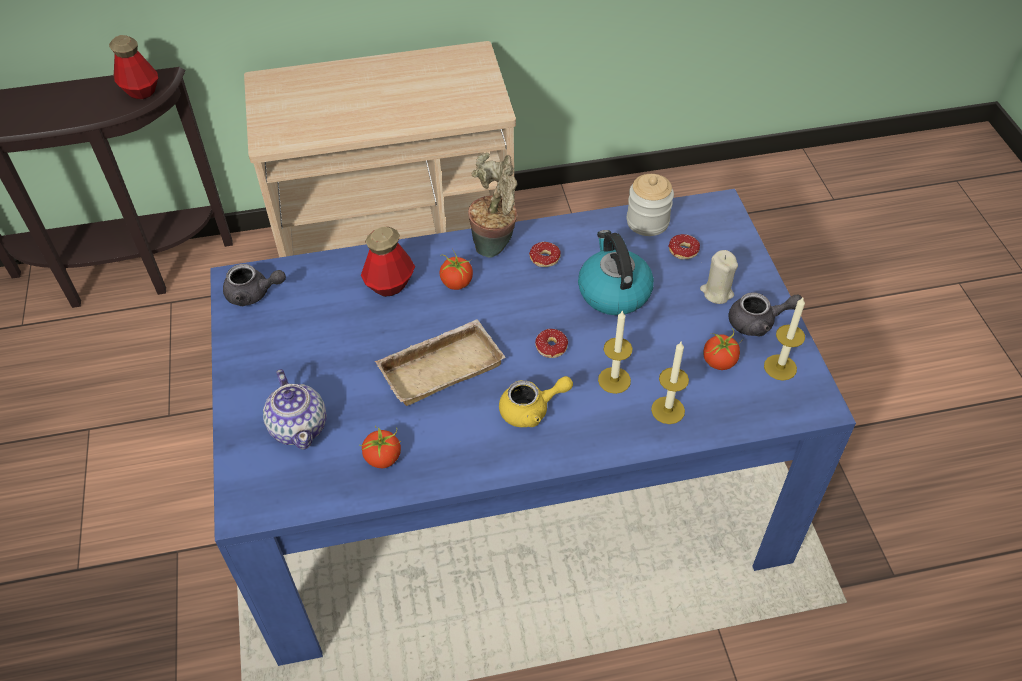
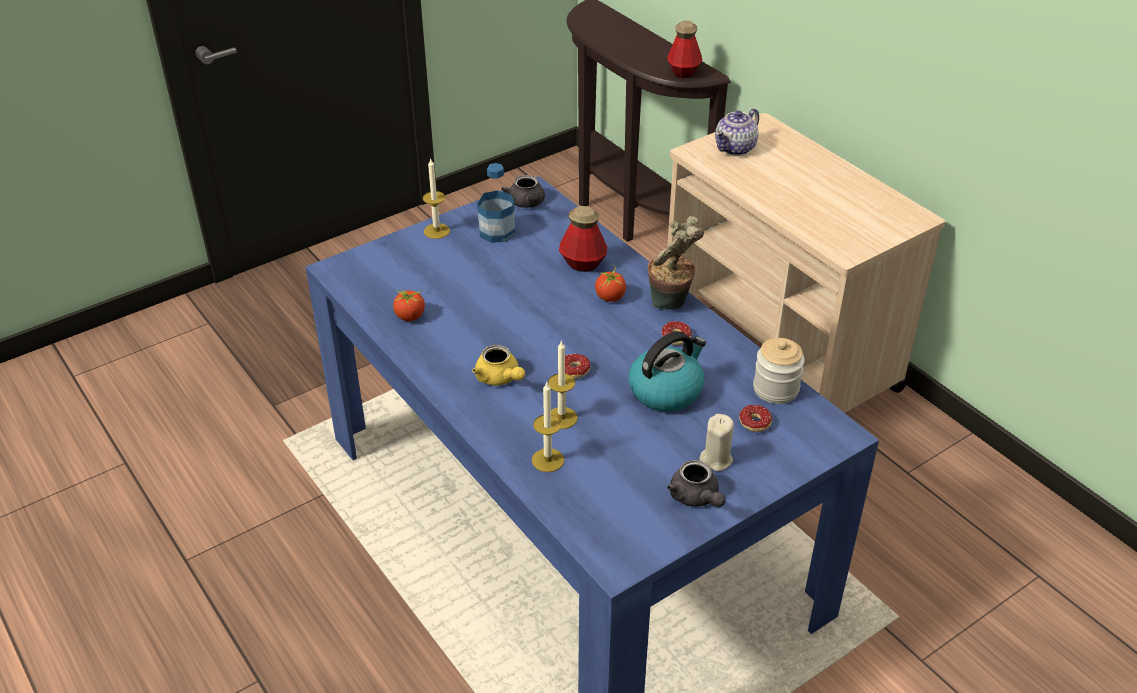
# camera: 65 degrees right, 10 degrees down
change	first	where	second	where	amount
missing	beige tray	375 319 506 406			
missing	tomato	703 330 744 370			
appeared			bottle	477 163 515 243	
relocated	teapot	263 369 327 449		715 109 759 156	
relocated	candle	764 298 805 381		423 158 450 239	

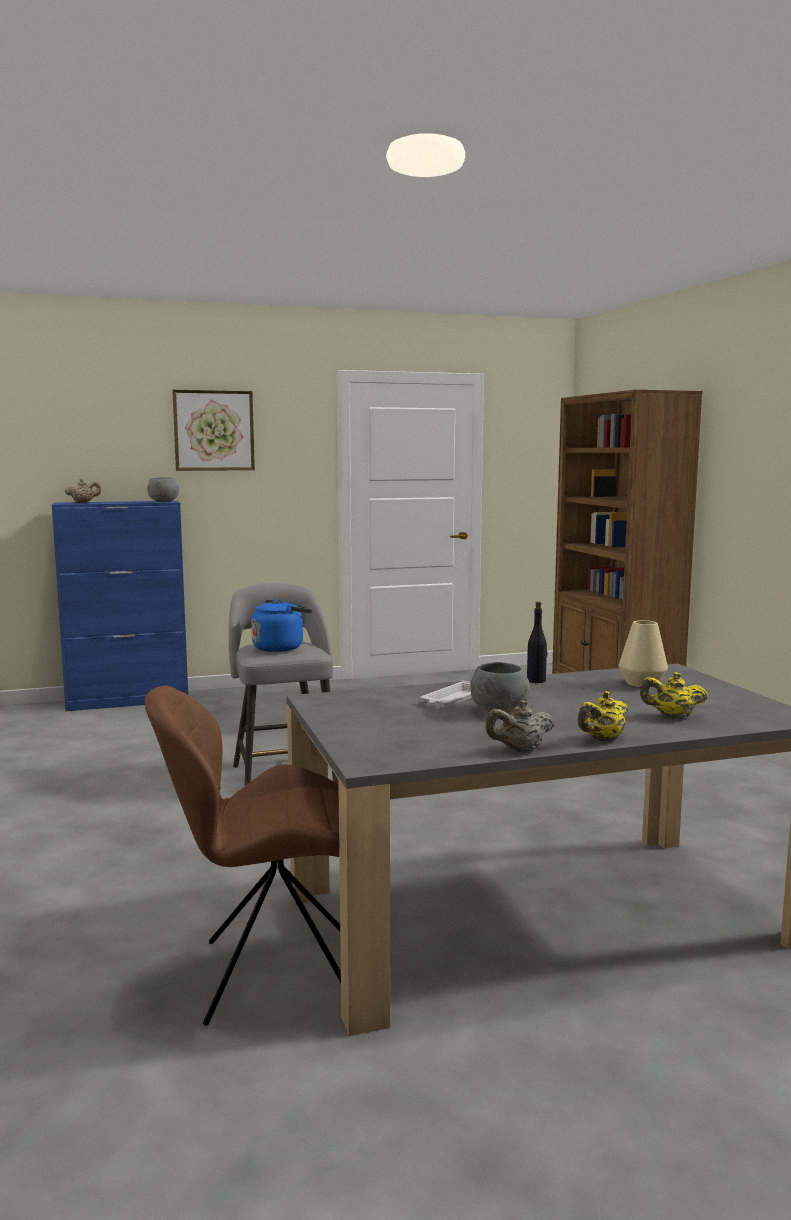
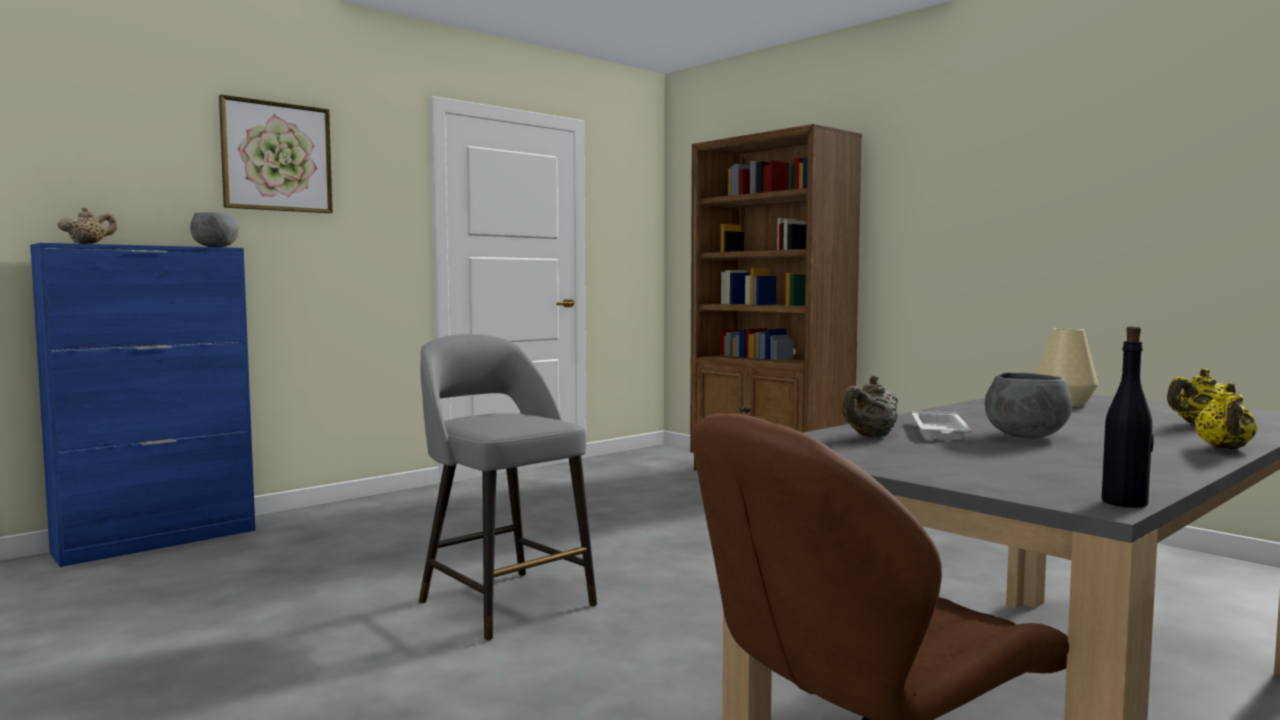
# camera: 25 degrees left, 5 degrees down
change	first	where	second	where	amount
missing	blue kettle	251 599 312 652			
relocated	beige teapot	485 700 555 752		842 375 898 437	
relocated	black bottle	527 602 547 683		1102 326 1154 508	

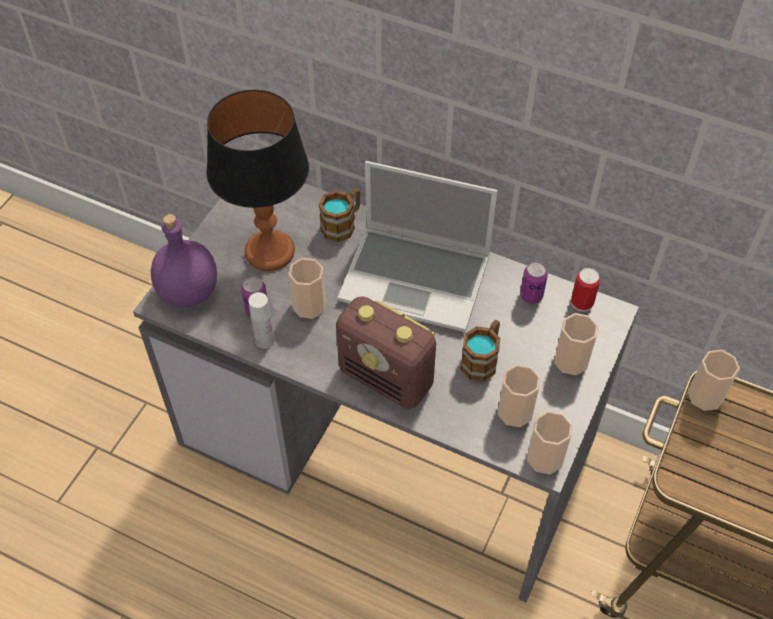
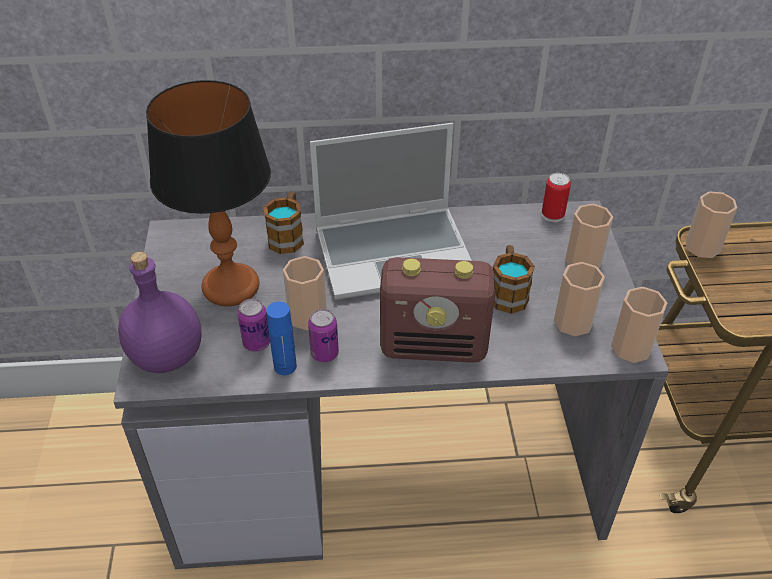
# camera: 30 degrees left, 10 degrees down
change	first	where	second	where	amount
relocated	can	520 261 548 304		308 309 339 362	
colour	white bottle	248 292 275 349	blue bottle	266 302 297 375	

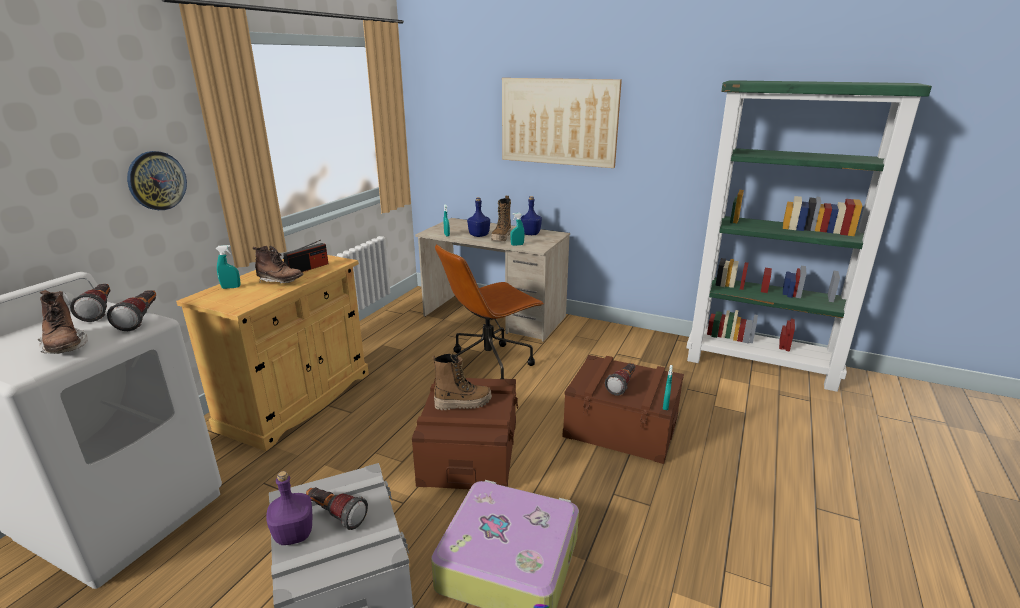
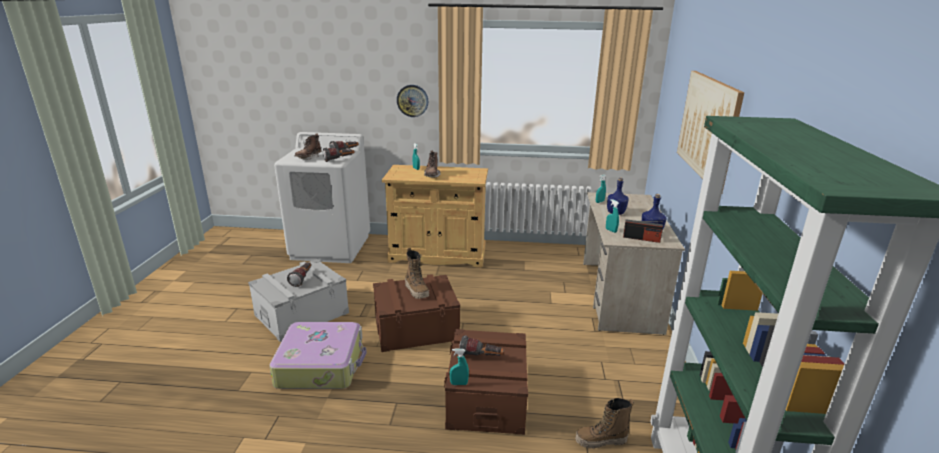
# camera: 70 degrees right, 0 degrees up
change	first	where	second	where	amount
missing	purple bottle	266 471 312 545			
missing	brown office chair	435 244 544 379			
relocated	radio	283 240 328 272		623 219 663 243	
relocated	boot	491 196 511 241		575 398 634 449	

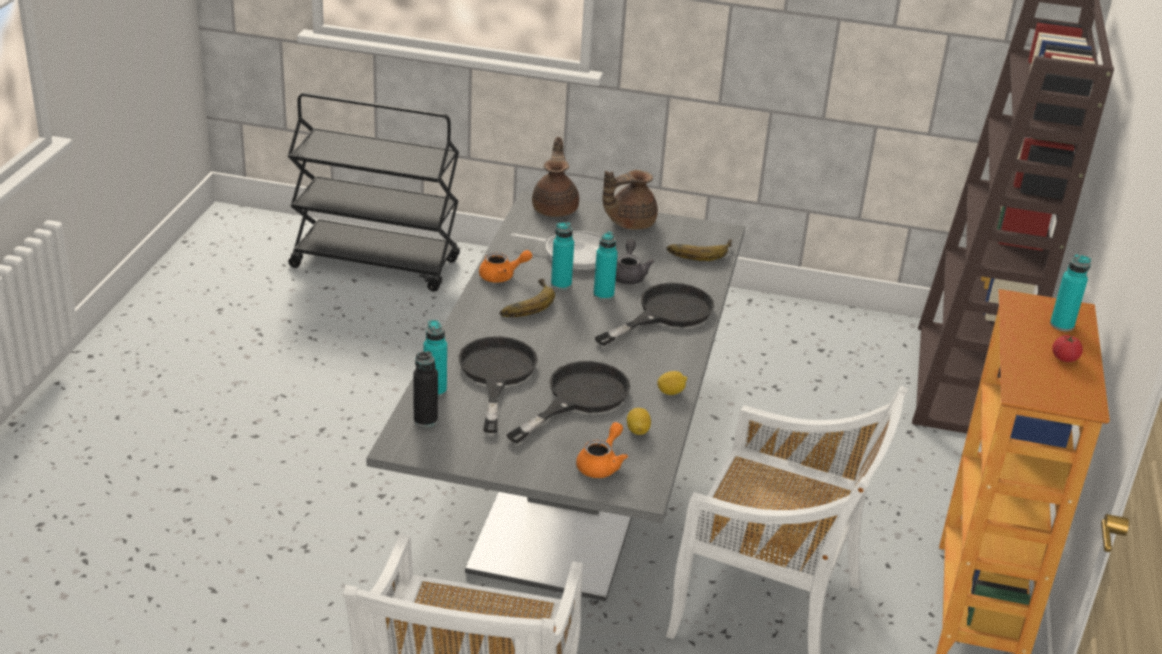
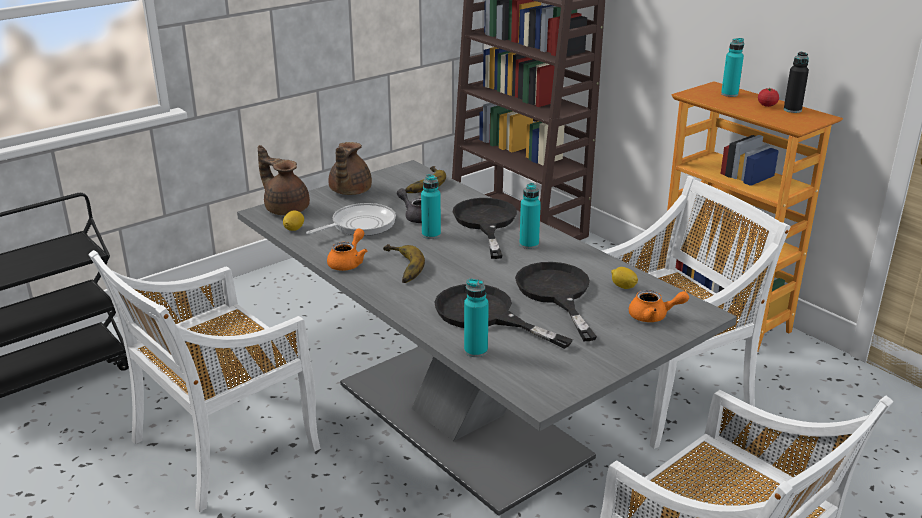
# camera: 50 degrees left, 5 degrees down
change	first	where	second	where	amount
appeared			white chair	88 250 321 512	
relocated	black bottle	413 351 438 427		784 52 809 113	
relocated	turquoise bottle	551 222 574 290		519 183 541 249	
relocated	lemon	657 371 687 395		283 210 304 231	
spun	orange teapot	576 422 628 478		629 290 689 322	120 degrees clockwise

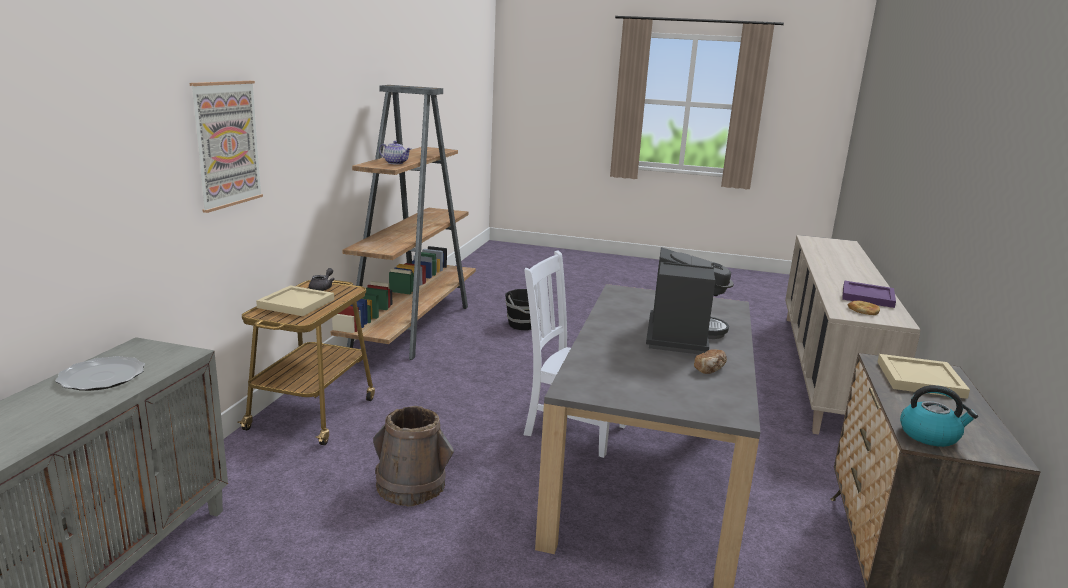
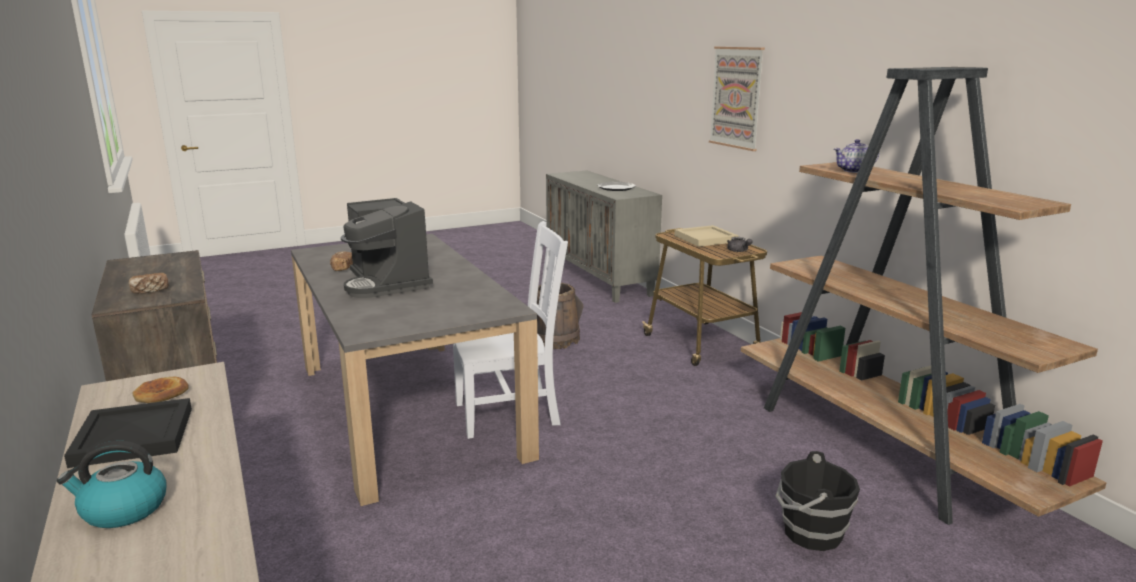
# camera: 140 degrees right, 0 degrees up
change	first	where	second	where	amount
relocated	kettle	900 385 978 447		57 441 167 528	
exchanged	beige tray	878 354 970 399	bread	129 273 169 294	
colour	purple tray	842 281 896 308	black tray	64 398 192 468	

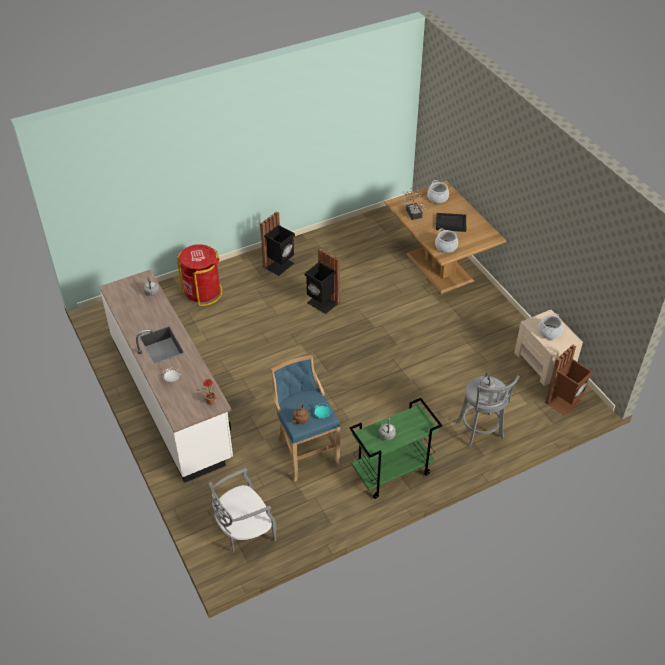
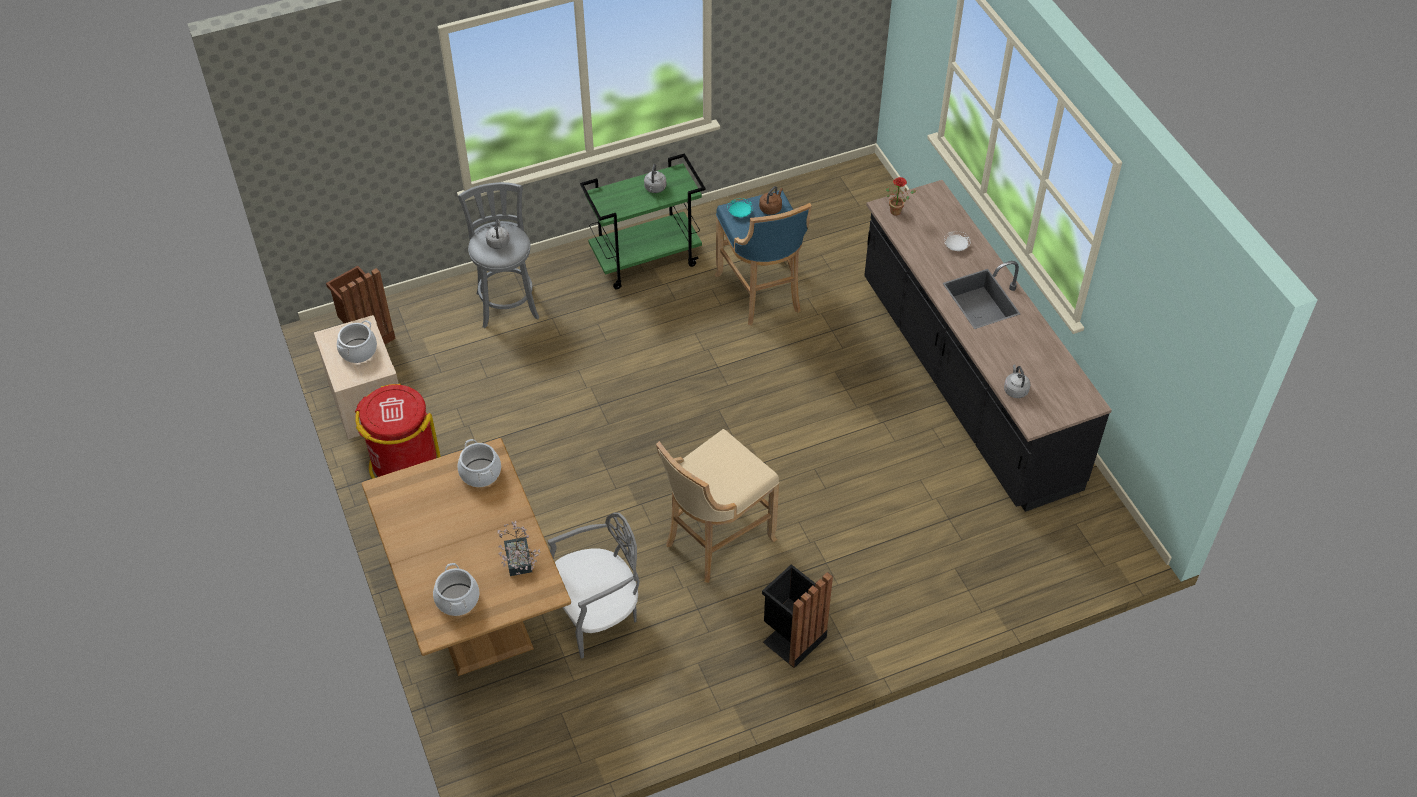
# camera: 175 degrees left, 5 degrees up
change	first	where	second	where	amount
missing	black tray	436 213 466 232			
relocated	red trash can	176 244 223 306		355 384 441 479	
relocated	grey chair	208 468 276 552		548 513 640 659	
exchanged	black trash can	305 248 340 314	beige stool	656 429 779 583	
colour	white counter	99 269 233 483	black counter	864 180 1112 512	

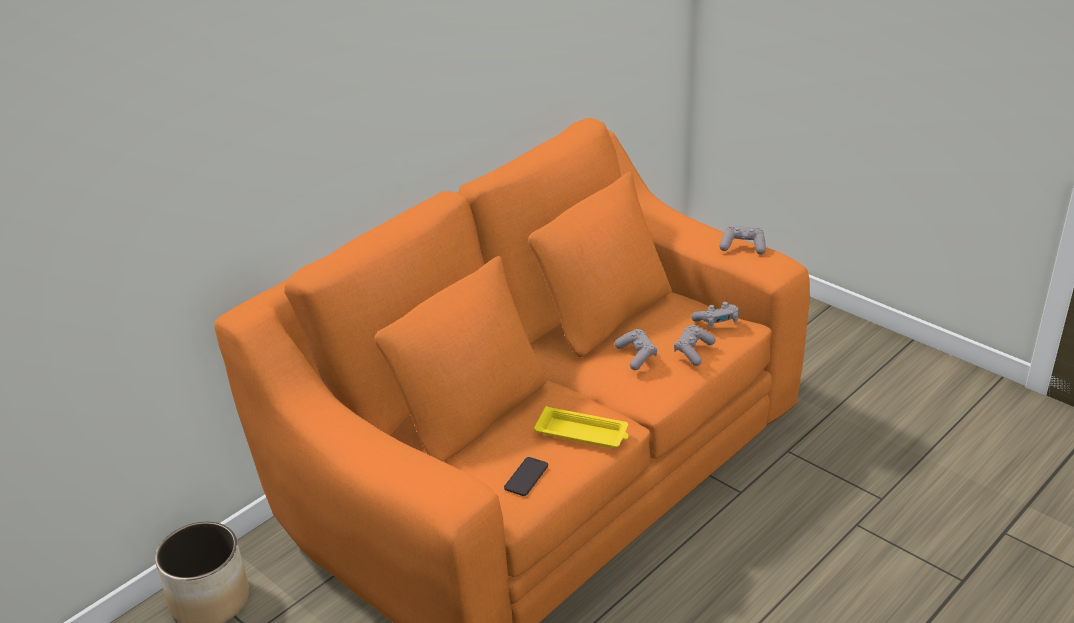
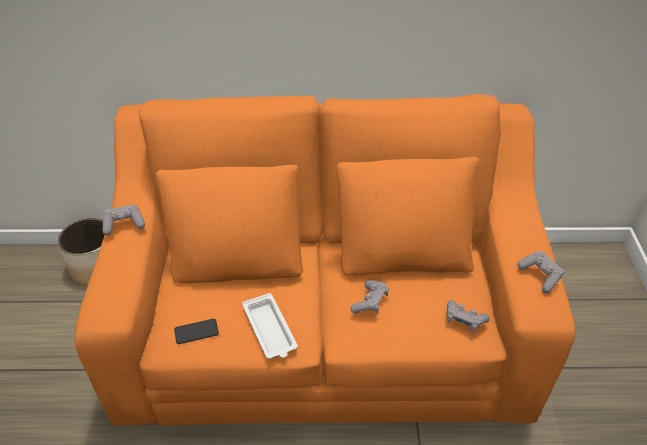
# camera: 45 degrees right, 10 degrees up
change	first	where	second	where	amount
relocated	grey game controller	674 325 715 366		103 205 145 235	
colour	yellow tray	534 406 629 448	white tray	242 293 298 359	

